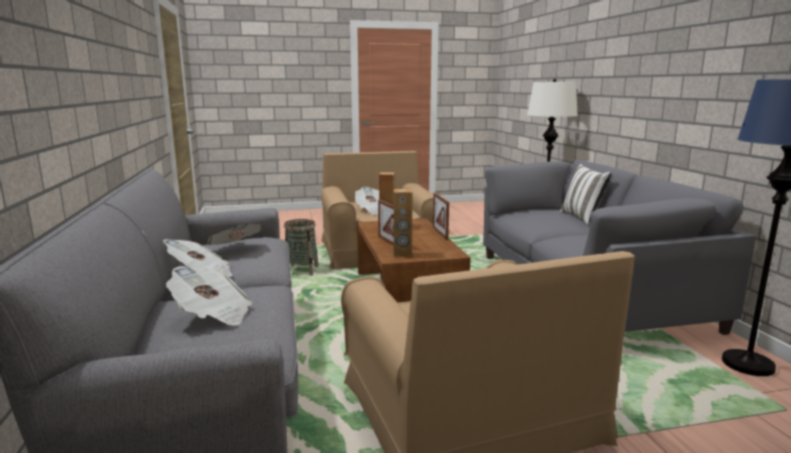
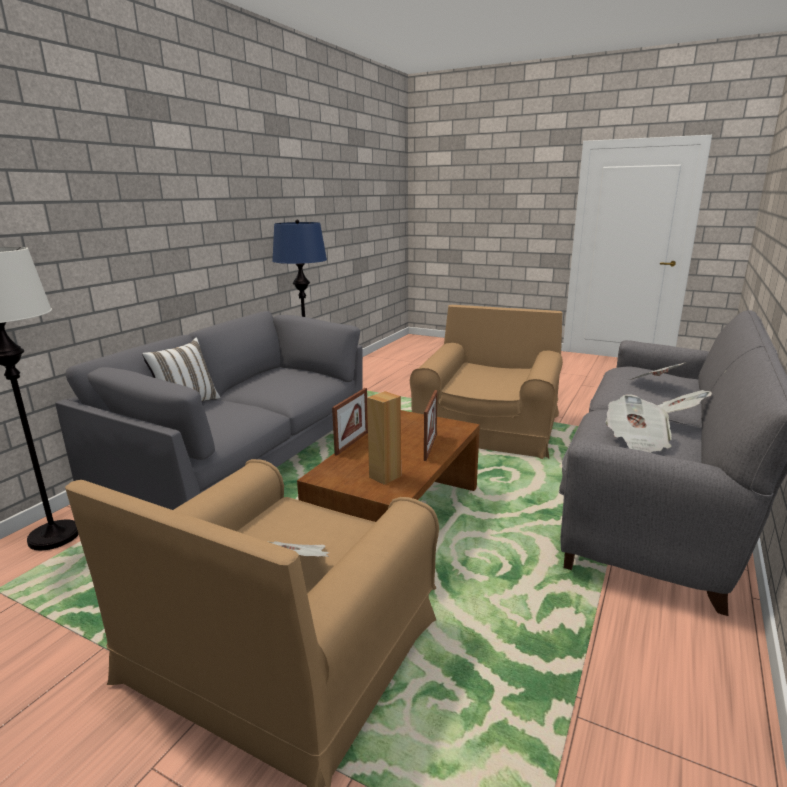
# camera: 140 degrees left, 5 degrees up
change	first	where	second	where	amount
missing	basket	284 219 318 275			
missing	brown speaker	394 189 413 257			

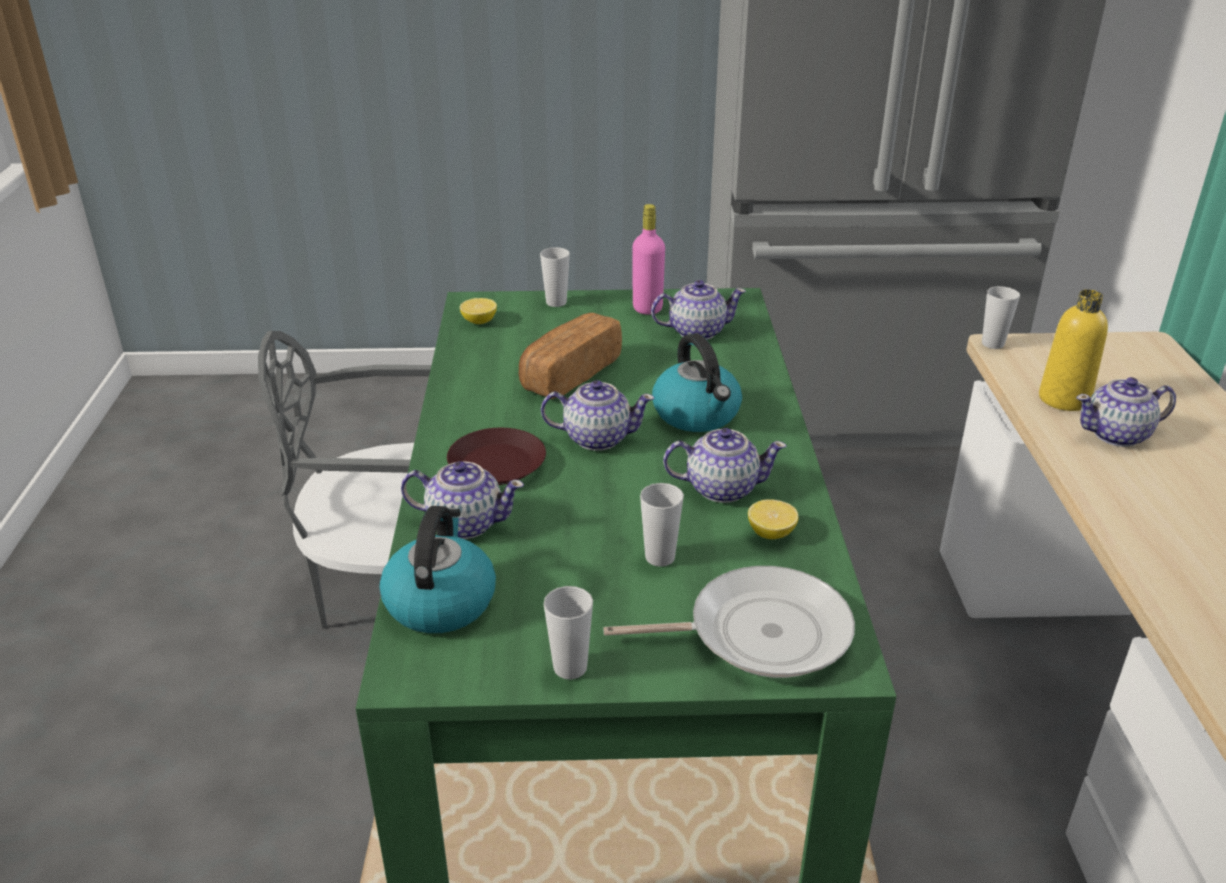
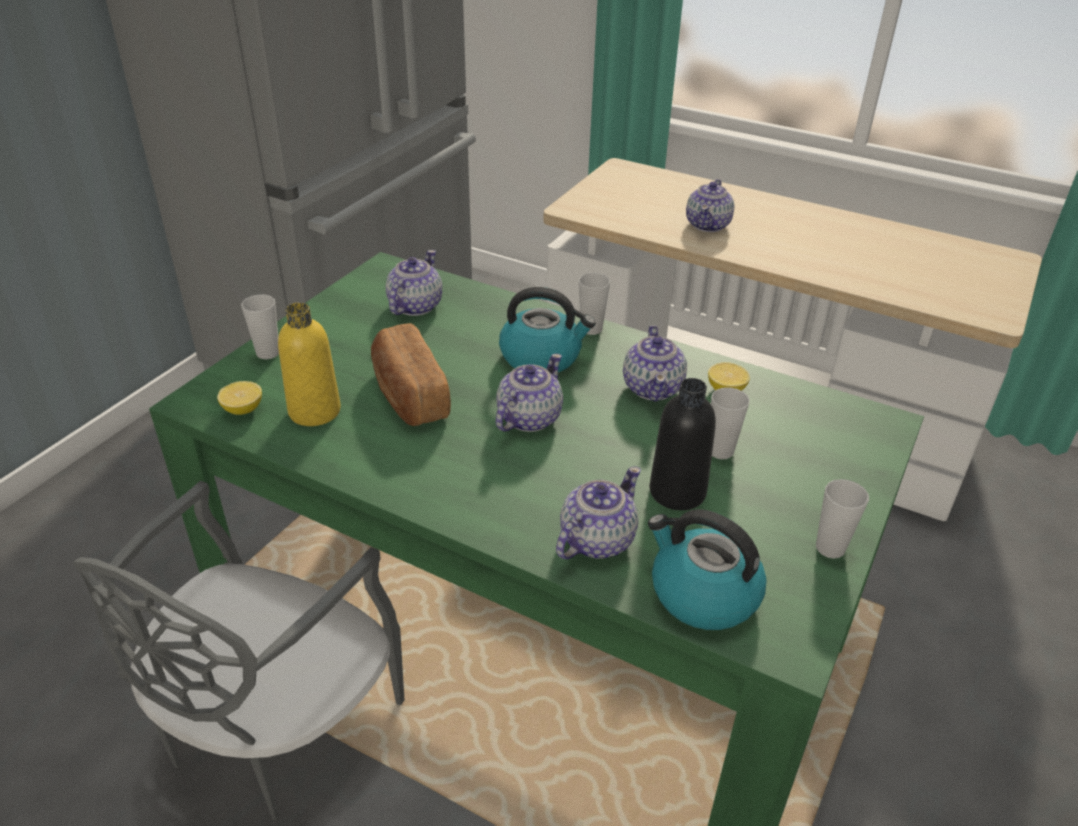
# camera: 60 degrees left, 5 degrees up
change	first	where	second	where	amount
missing	brown plate	447 428 546 485			
missing	frying pan	603 566 855 678			
missing	pink bottle	632 204 665 315			
appeared			black bottle	650 378 716 510	
relocated	cup	982 286 1020 349		579 273 610 335	
relocated	yellow bottle	1039 289 1108 411		278 302 341 426	
spun	teapot	663 428 786 503		623 325 687 402	150 degrees clockwise

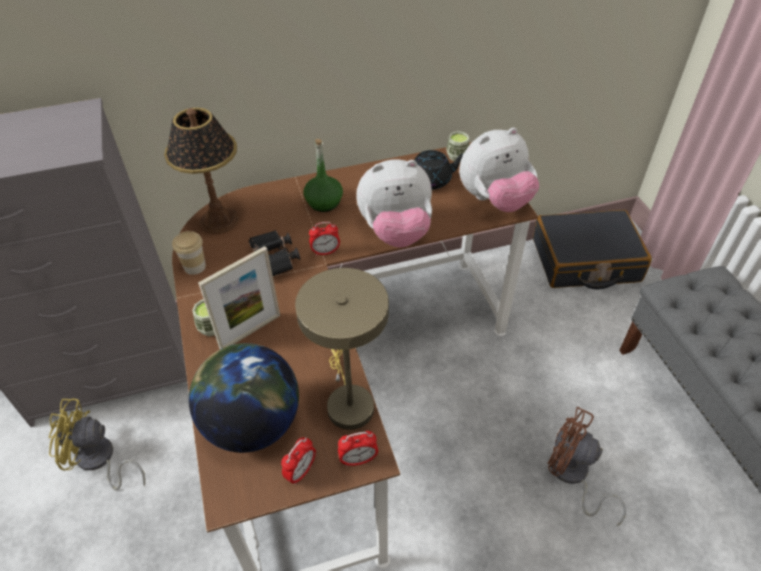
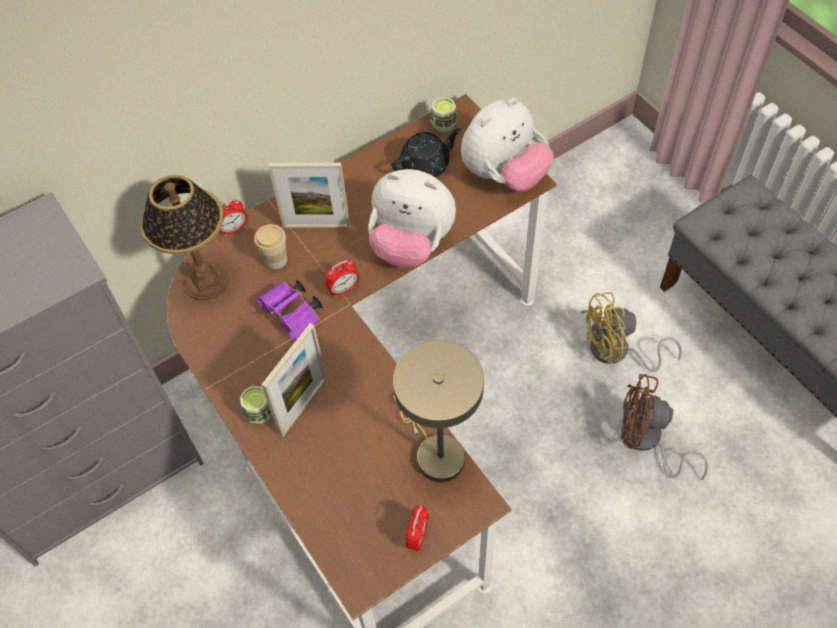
# camera: 15 degrees left, 10 degrees up
change	first	where	second	where	amount
missing	globe	189 343 299 453			
missing	black suitcase	533 210 652 289			
relocated	yellow fan	49 398 145 490		581 292 682 372	
relocated	cup	172 231 206 275		254 224 287 269	
relocated	alarm clock	338 431 378 466		220 199 248 236	
exchanged	green bottle	304 139 343 212	picture frame	268 162 350 228	
colour	black binoculars	248 230 300 276	purple binoculars	256 280 323 340	
spun	plush toy	356 159 432 248		368 169 456 268	45 degrees clockwise

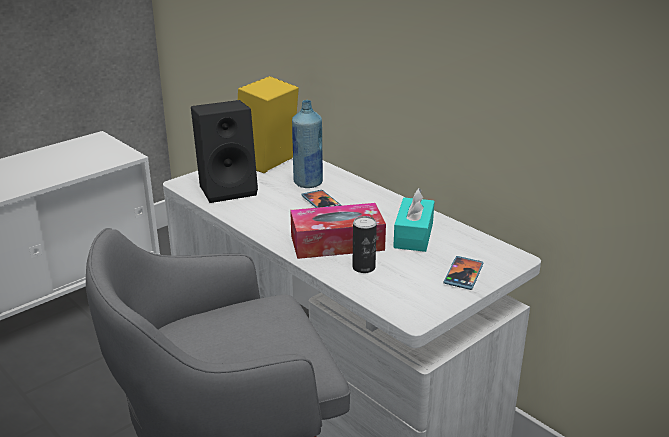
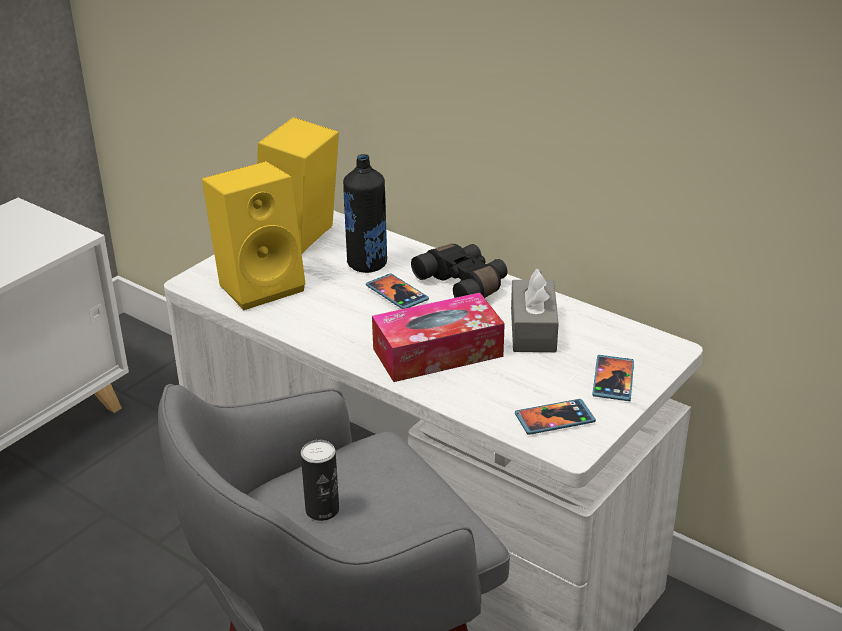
# camera: 10 degrees left, 5 degrees up
change	first	where	second	where	amount
appeared			black binoculars	411 244 507 298	
appeared			phone	515 399 596 435	
relocated	can	352 216 377 273		301 440 339 521	
colour	black speaker	191 100 258 203	yellow speaker	202 161 306 310	
colour	blue bottle	292 100 323 188	black bottle	343 154 387 273	
colour	turquoise tissue box	393 188 434 252	grey tissue box	511 268 559 352	

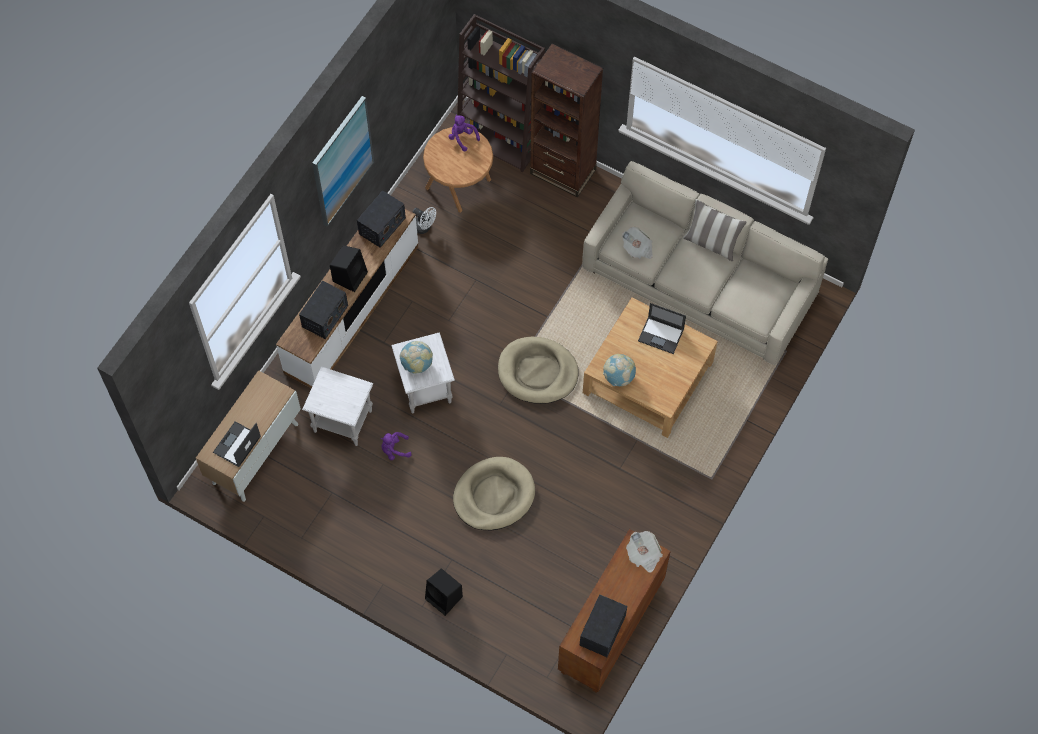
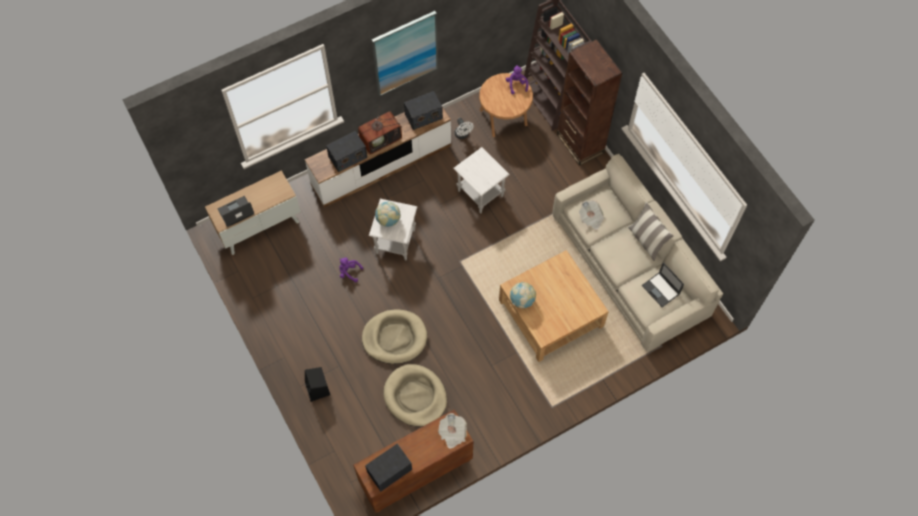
# camera: 30 degrees right, 0 degrees up
change	first	where	second	where	amount
relocated	white side table	302 366 374 446		453 147 510 214	
relocated	beige dog bed	498 337 579 404		383 364 447 427	
relocated	laptop	638 303 686 354		642 262 684 307	
exchanged	black speaker	330 245 368 292	television	358 109 402 155	

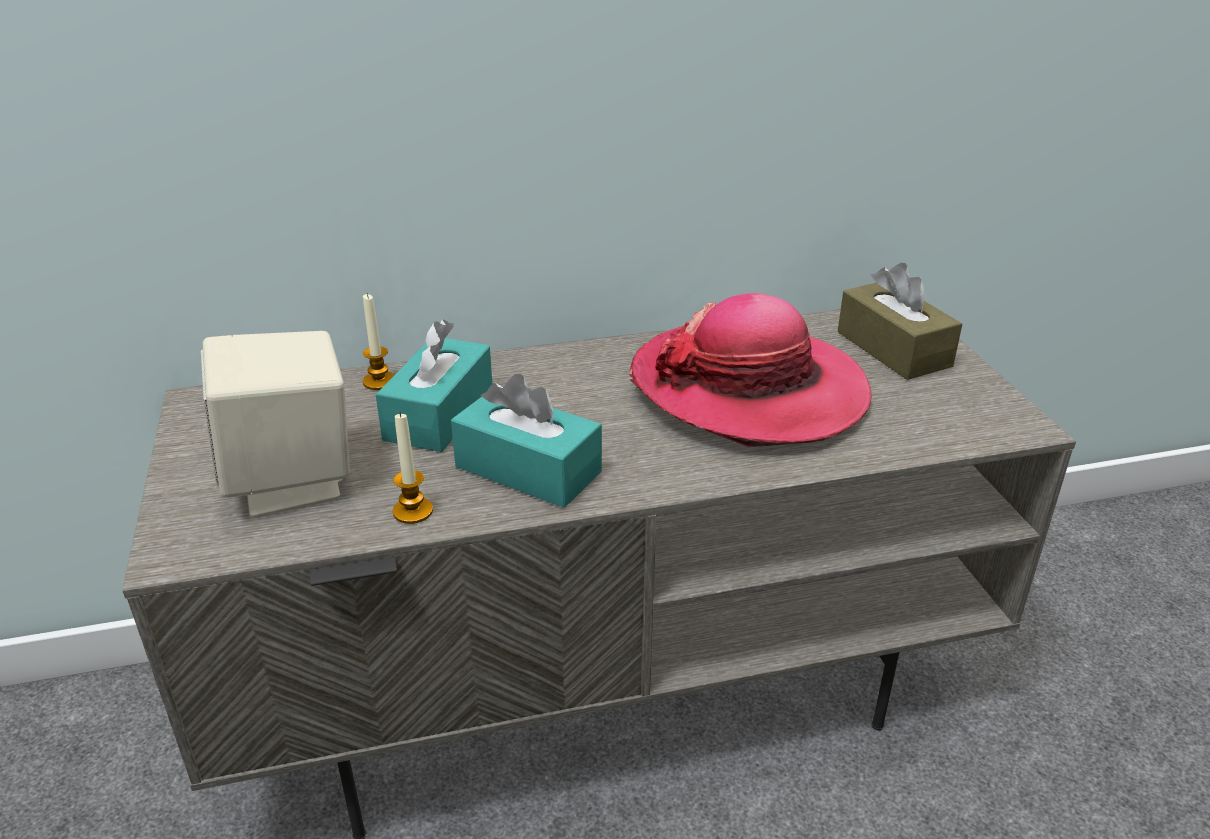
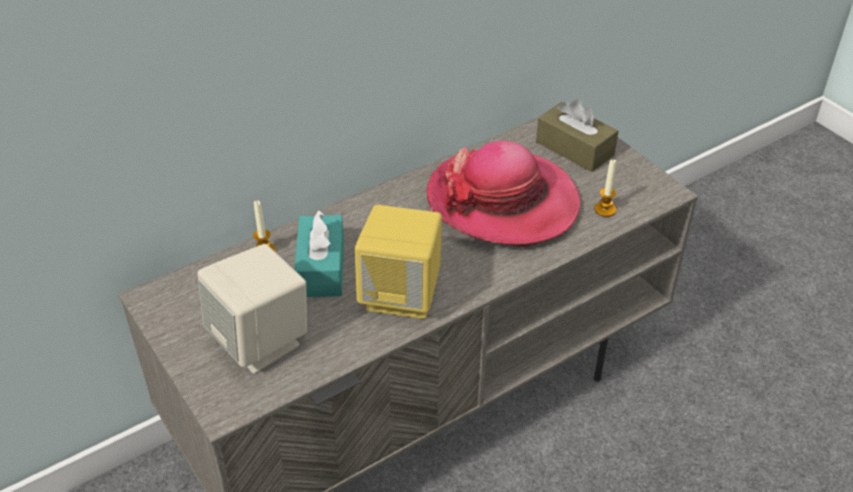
# camera: 20 degrees left, 10 degrees up
change	first	where	second	where	amount
relocated	candle	393 412 433 524		594 159 616 217	
exchanged	turquoise tissue box	451 374 602 508	yellow speaker	355 205 442 319	

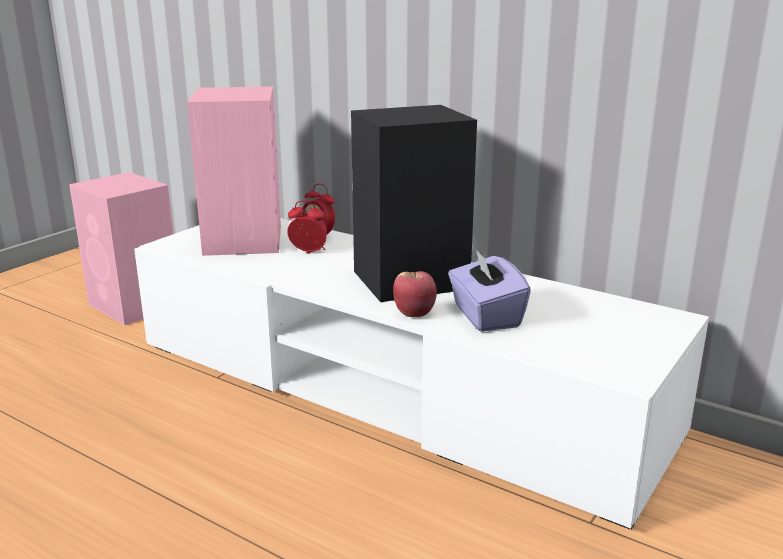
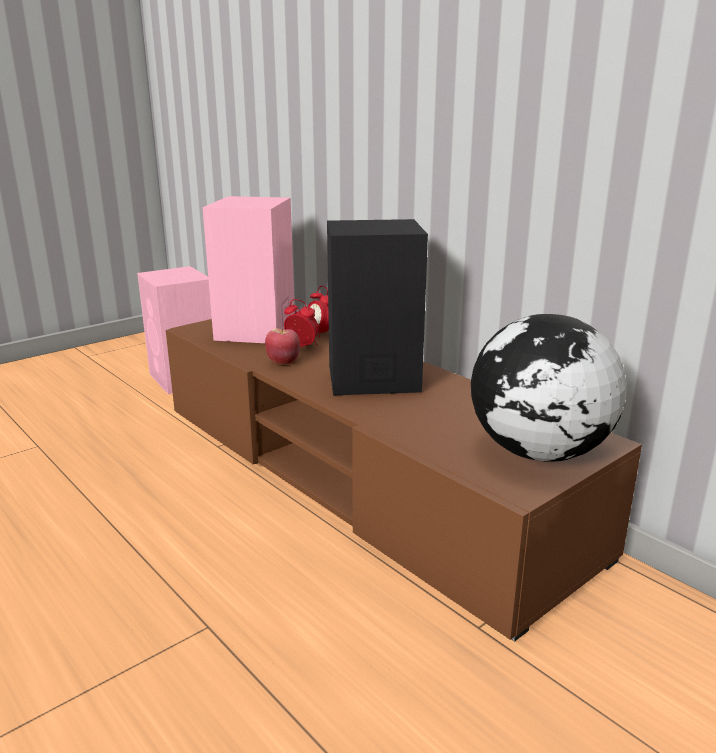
# camera: 15 degrees right, 0 degrees up
change	first	where	second	where	amount
missing	purple tissue box	448 246 531 332			
appeared			globe	471 314 627 462	
relocated	apple	393 271 437 317		265 328 300 365	
colour	white tv stand	134 219 709 530	brown tv stand	166 319 642 642	

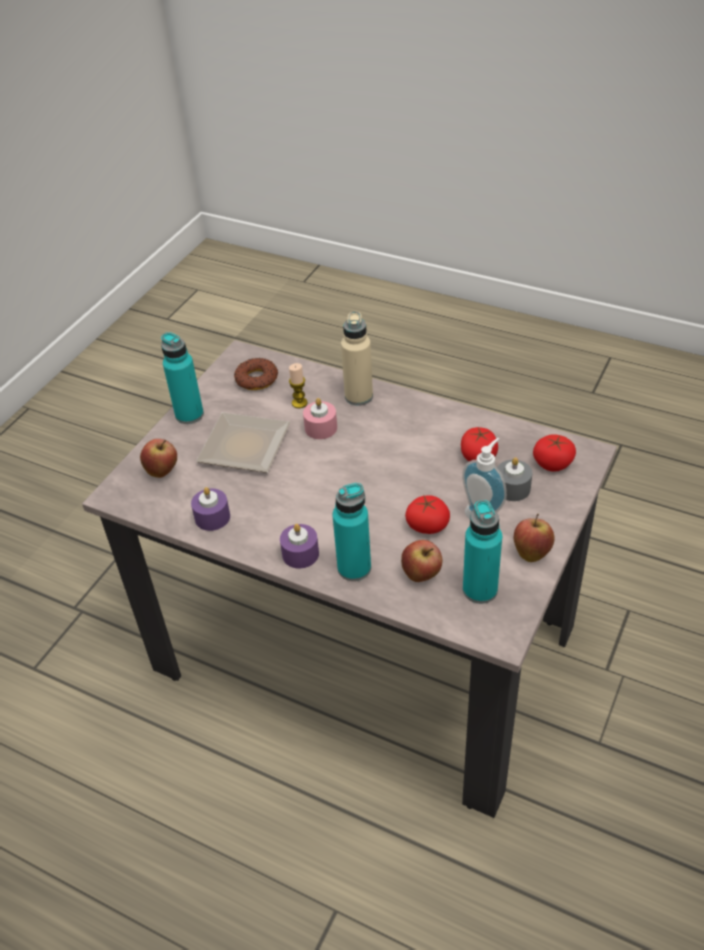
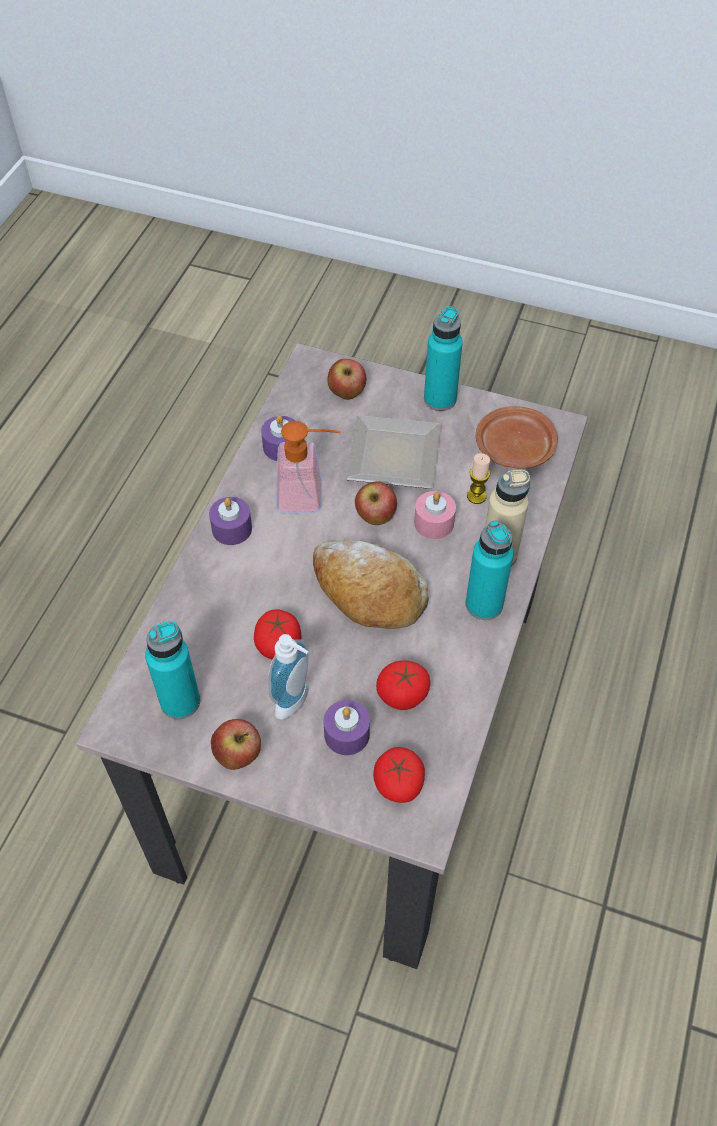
# camera: 80 degrees right, 10 degrees up
change	first	where	second	where	amount
appeared			soap dispenser	276 421 341 513	
appeared			bread	313 540 429 629	
relocated	turquoise bottle	332 483 371 581		466 520 514 620	
relocated	apple	401 540 442 582		355 481 397 525	
exchanged	donut	234 358 278 390	brown plate	476 406 558 469	
colour	grey candle	497 457 532 501	purple candle	323 700 370 755	

